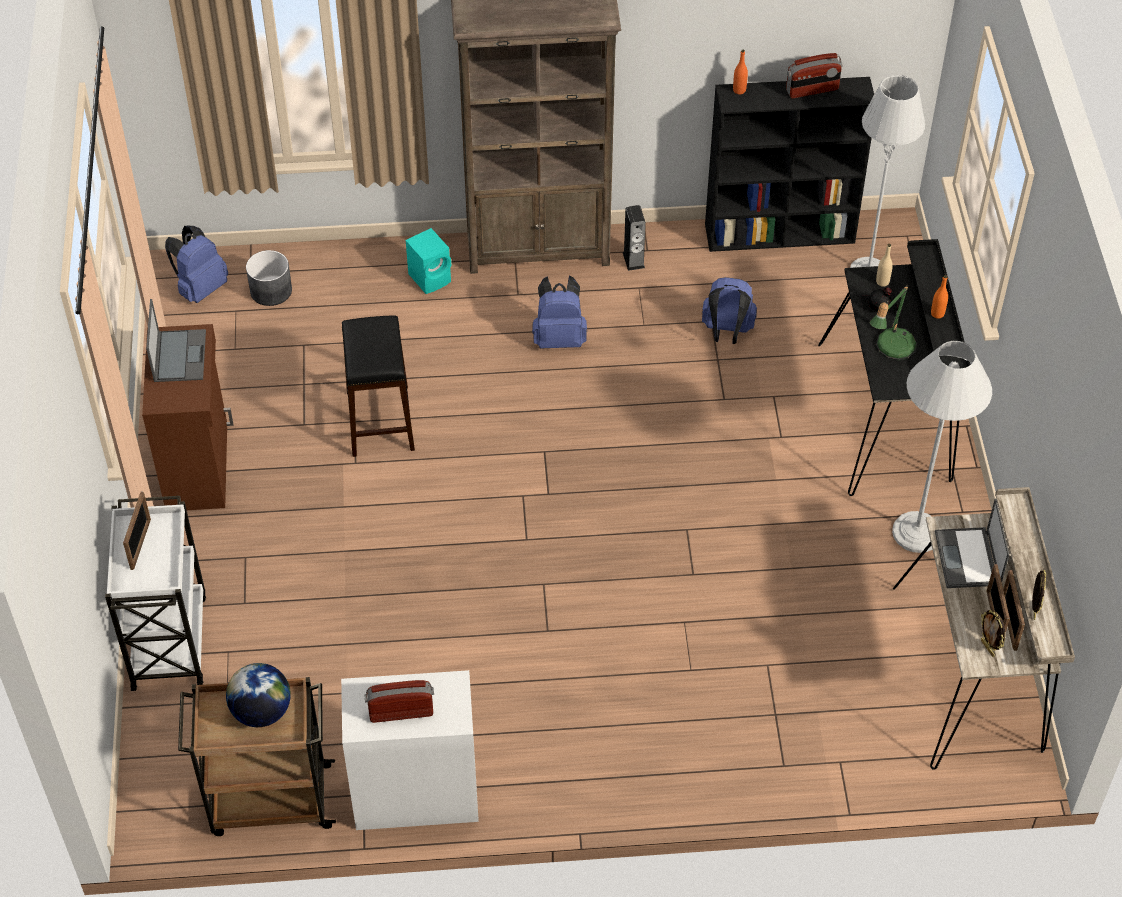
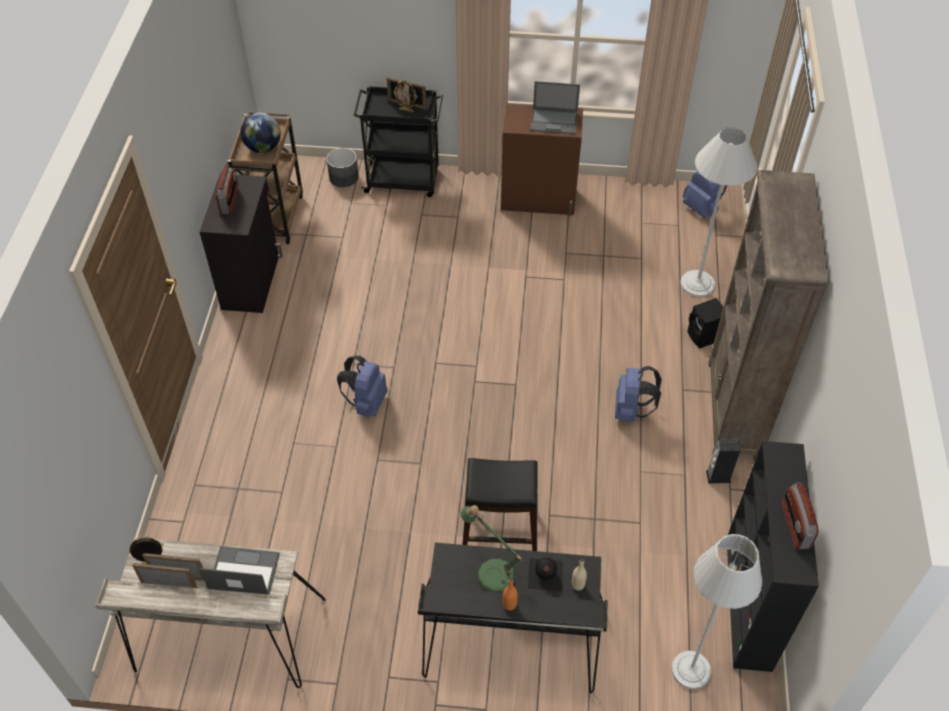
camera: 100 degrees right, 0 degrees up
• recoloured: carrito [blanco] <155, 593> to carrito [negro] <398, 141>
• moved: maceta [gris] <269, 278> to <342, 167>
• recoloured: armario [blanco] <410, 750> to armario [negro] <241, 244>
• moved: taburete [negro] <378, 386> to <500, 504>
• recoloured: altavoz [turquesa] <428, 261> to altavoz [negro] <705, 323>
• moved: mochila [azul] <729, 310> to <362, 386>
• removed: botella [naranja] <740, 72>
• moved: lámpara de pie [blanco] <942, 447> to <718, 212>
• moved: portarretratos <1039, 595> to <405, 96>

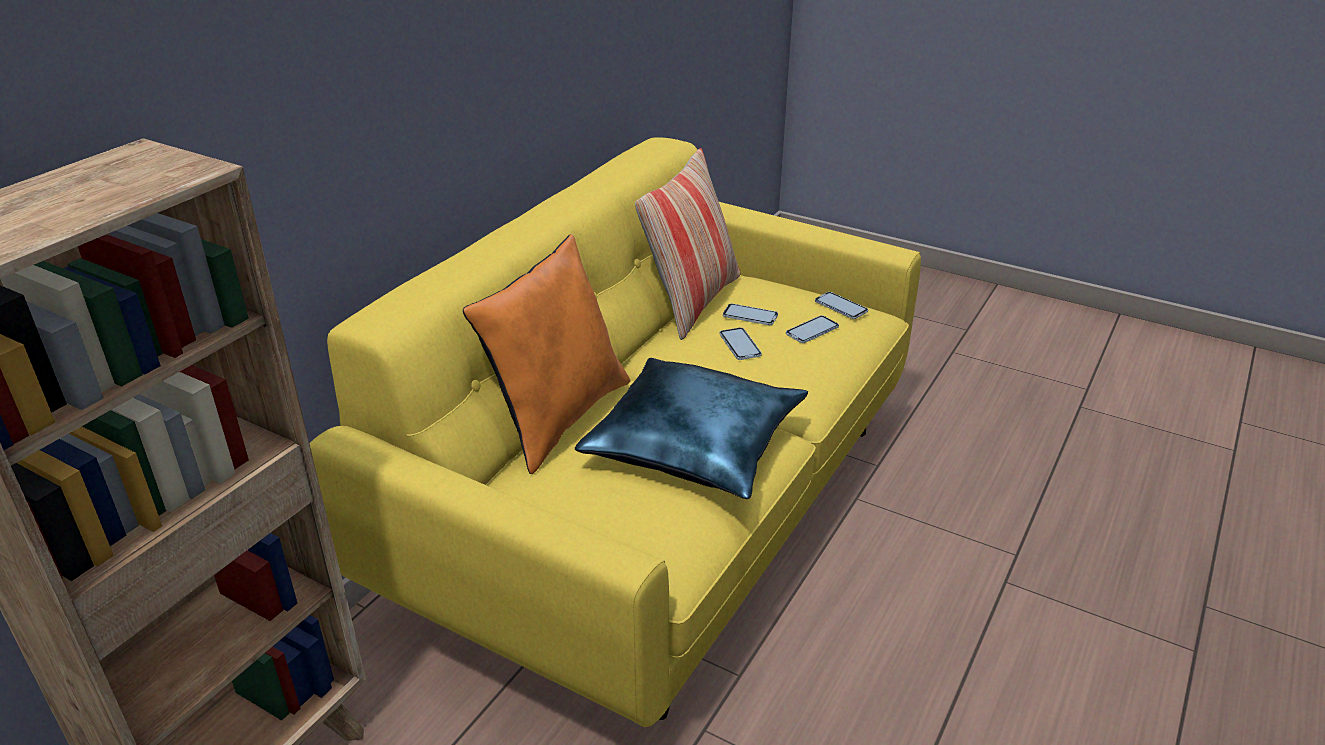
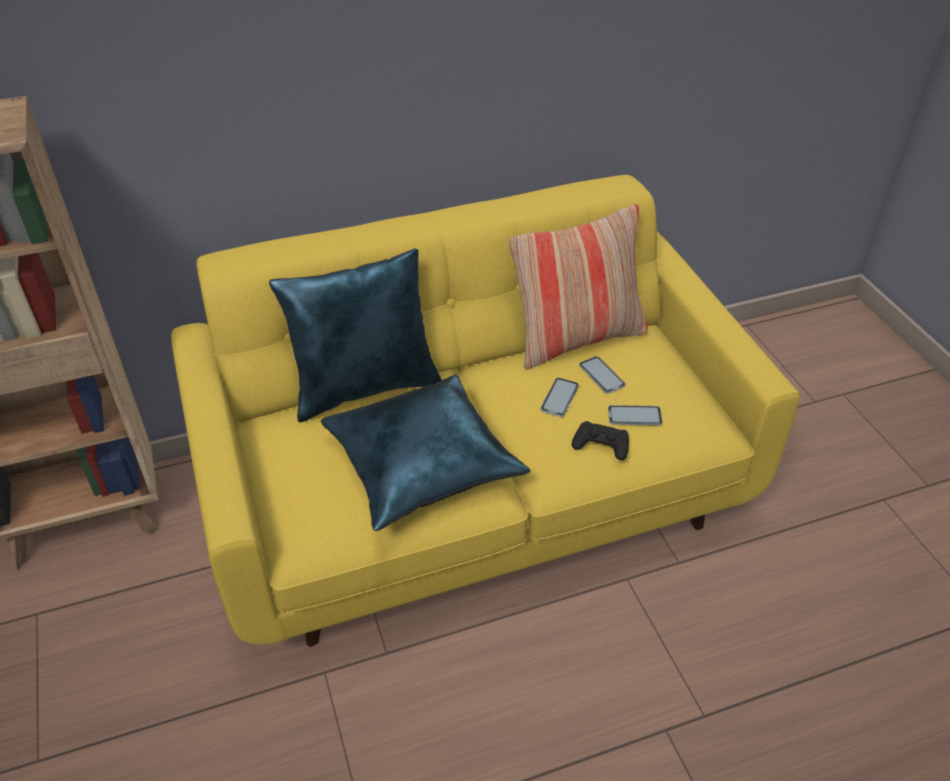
camera: 40 degrees right, 10 degrees up
• recoloured: cojín [naranja] <546, 354> to cojín [azul] <355, 335>
• removed: móvil <841, 305>
• added: mando de consola [negro] <600, 440>

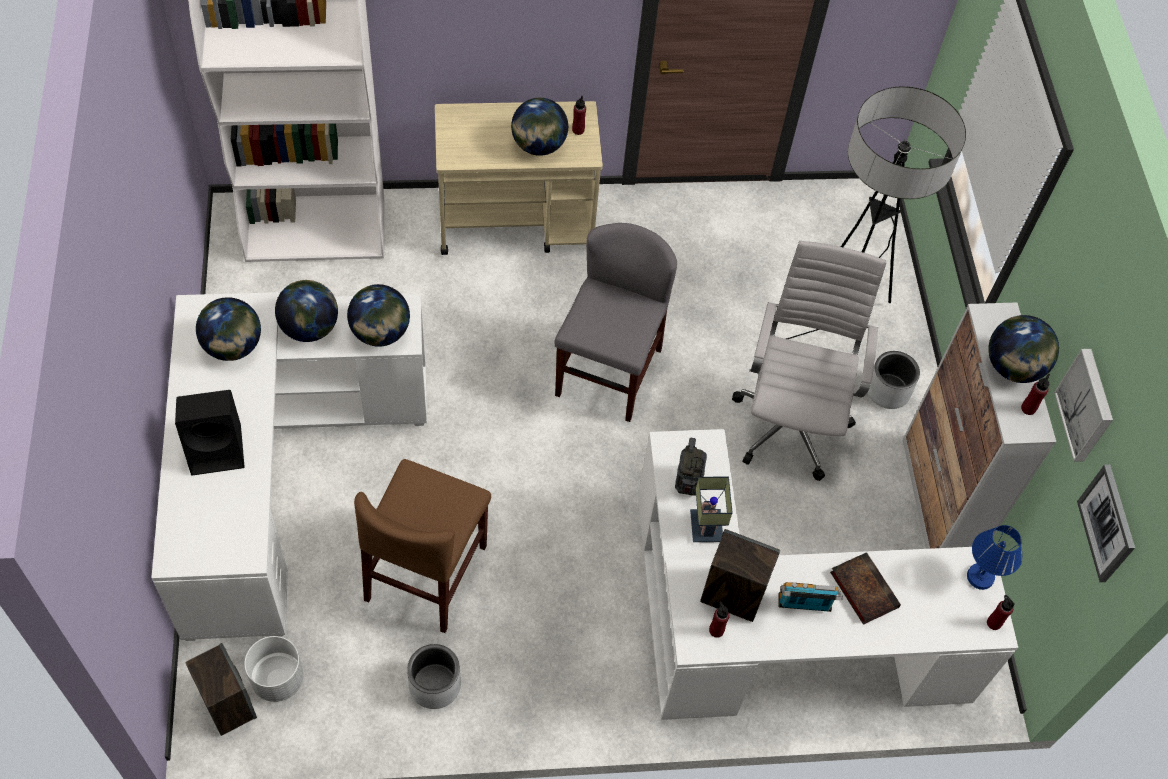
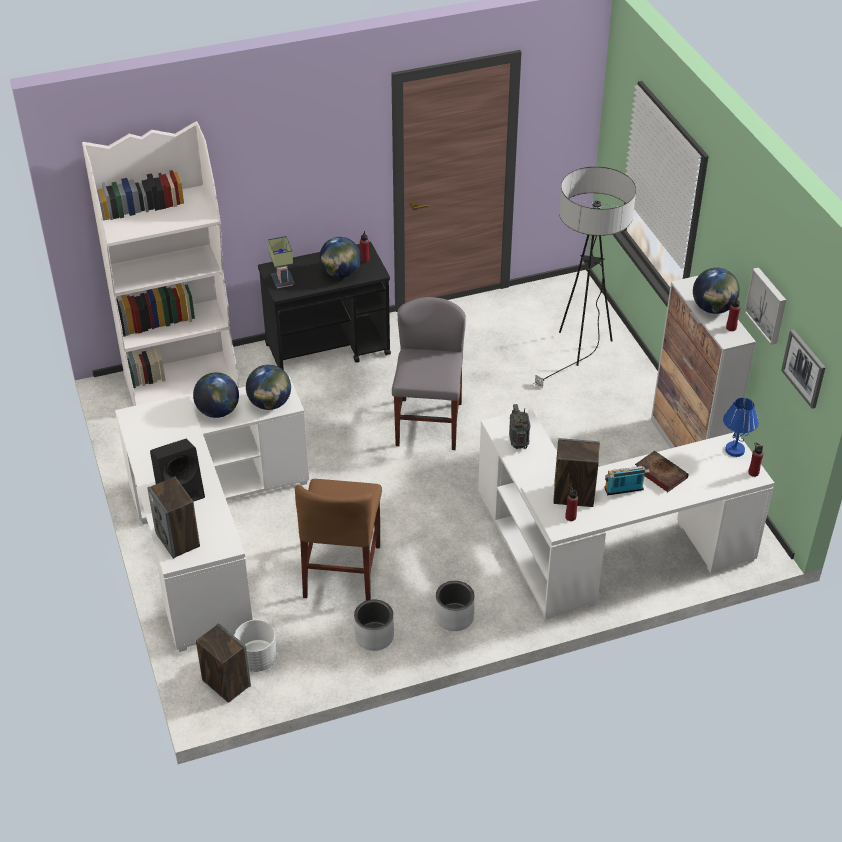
camera: 10 degrees left, 15 degrees down
• removed: globo terráqueo <228, 329>
• recoloured: carrito [beis] <519, 178> to carrito [negro] <324, 306>
• moved: lámpara de mesa <711, 509> to <281, 262>
• removed: silla de oficina [blanco] <809, 361>
• moved: maceta [gris] <893, 380> to <454, 606>
• added: altavoz <173, 518>

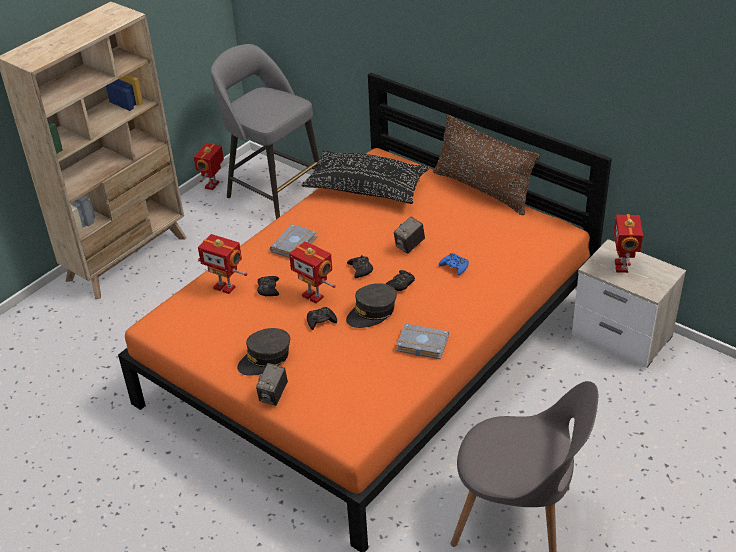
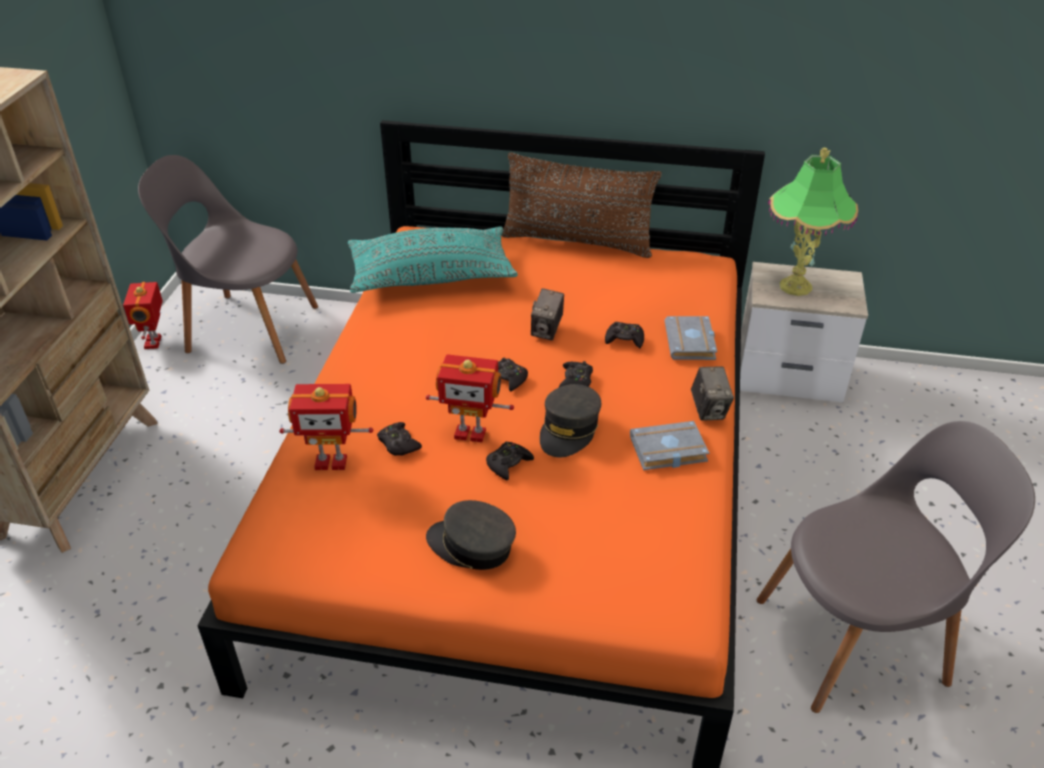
camera: 30 degrees left, 0 degrees up
• replaced: taburete [gris] <265, 131> to silla [gris] <228, 259>
• turned: gorra [gris] <263, 352> = <471, 535> 90 degrees clockwise
• moved: cámara <272, 384> to <712, 393>
• moved: libro [gris] <293, 241> to <691, 338>
• recoloured: cojín [negro] <365, 177> to cojín [turquesa] <433, 259>
• recoloured: mando de consola [azul] <454, 264> to mando de consola [negro] <624, 335>
• replaced: robot de juguete <628, 243> to lámpara de mesa <813, 222>

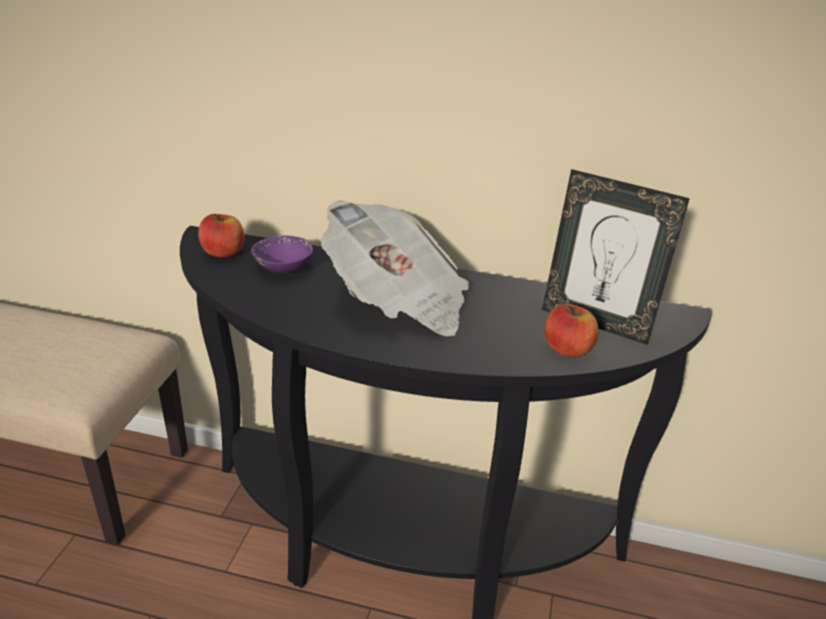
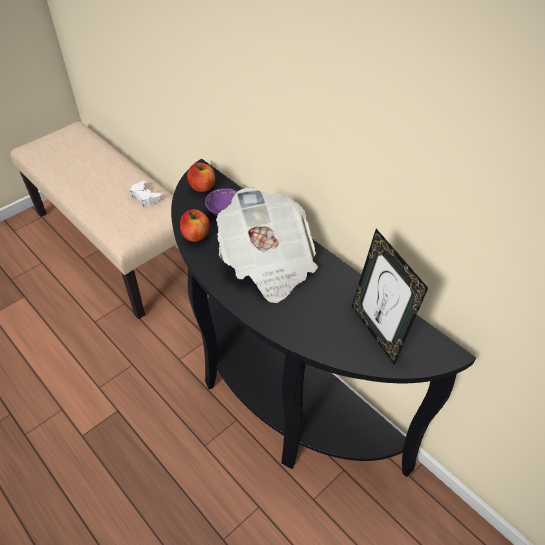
camera: 35 degrees right, 15 degrees up
• moved: manzana <571, 330> to <195, 225>
• added: mando de consola [blanco] <146, 193>

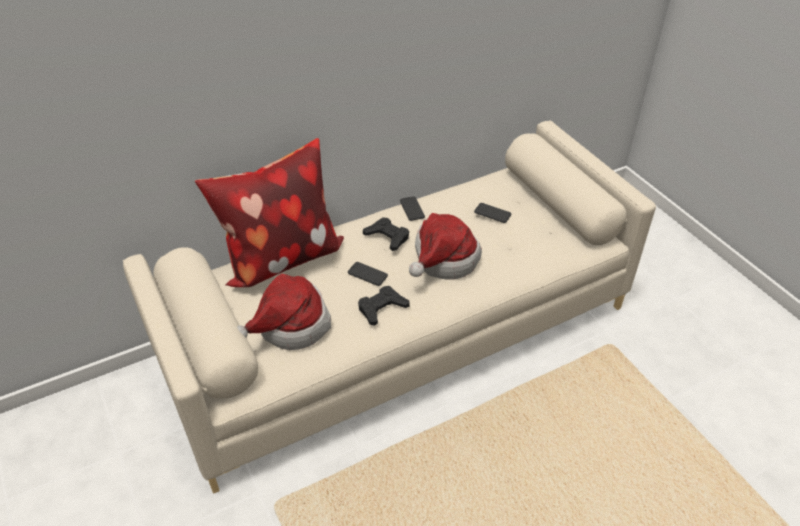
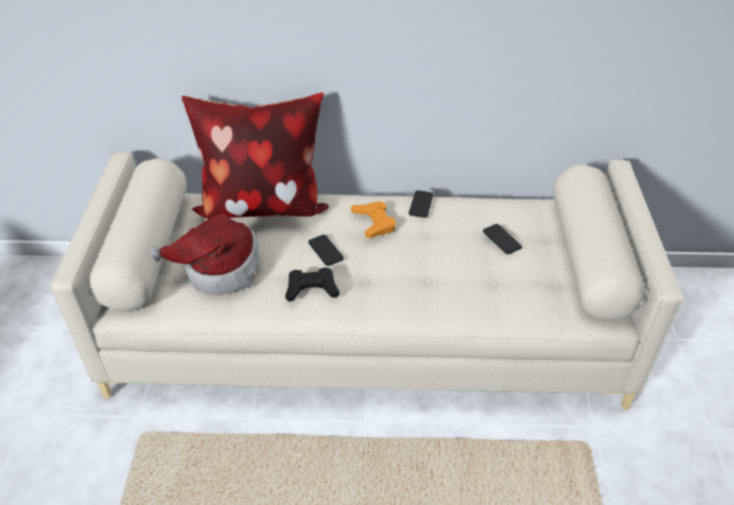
camera: 30 degrees right, 0 degrees up
• recoloured: mando de consola [negro] <386, 234> to mando de consola [naranja] <373, 219>
• removed: sombrero <445, 246>

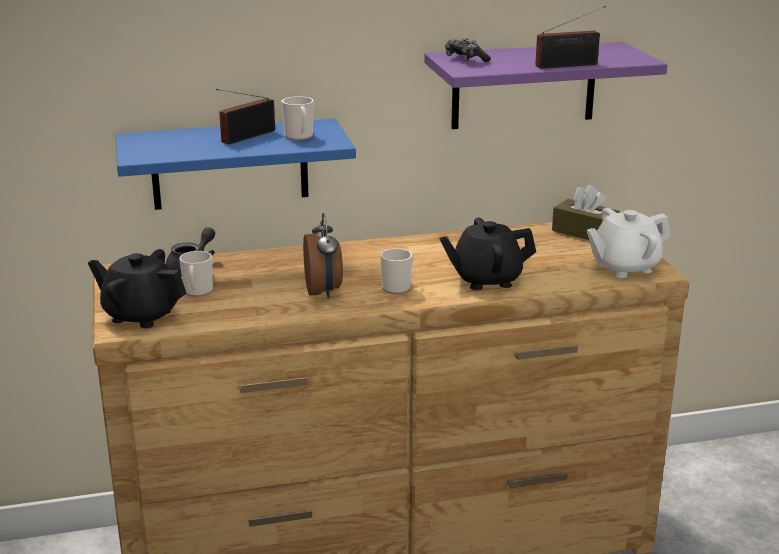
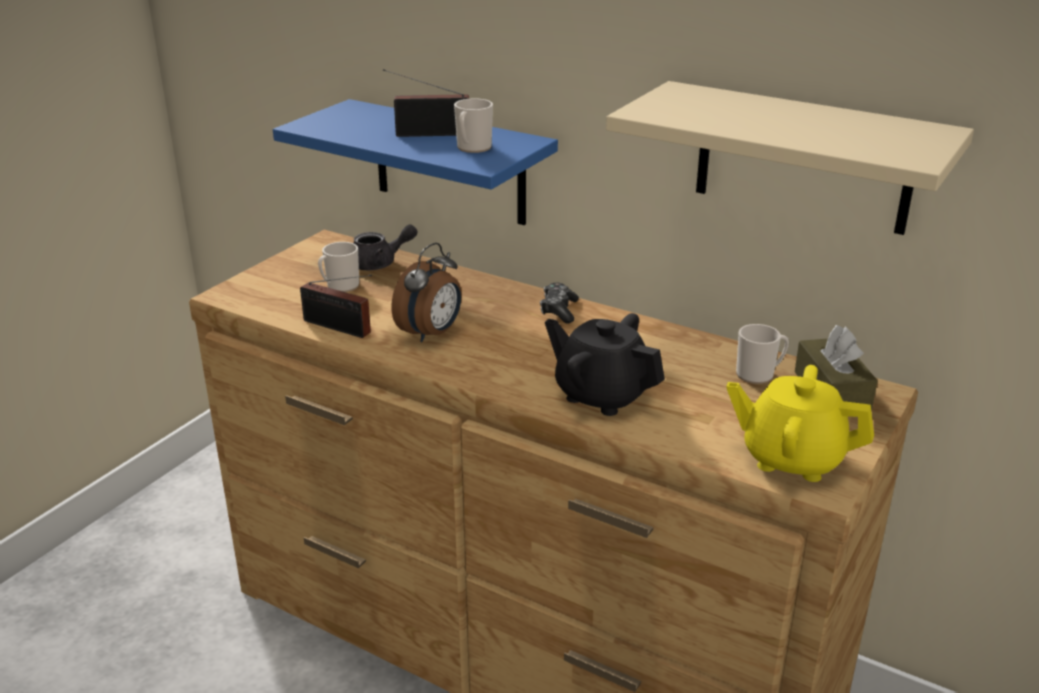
camera: 45 degrees right, 5 degrees up
• removed: tetera [negro] <137, 288>
• moved: taza grande <396, 271> to <762, 354>
• recoloured: estante [morado] <545, 85> to estante [beis] <790, 158>
• moved: mando de consola <468, 50> to <559, 303>
• moved: radio <570, 37> to <336, 306>
• recoloured: tetera [blanco] <628, 243> to tetera [amarillo] <800, 423>

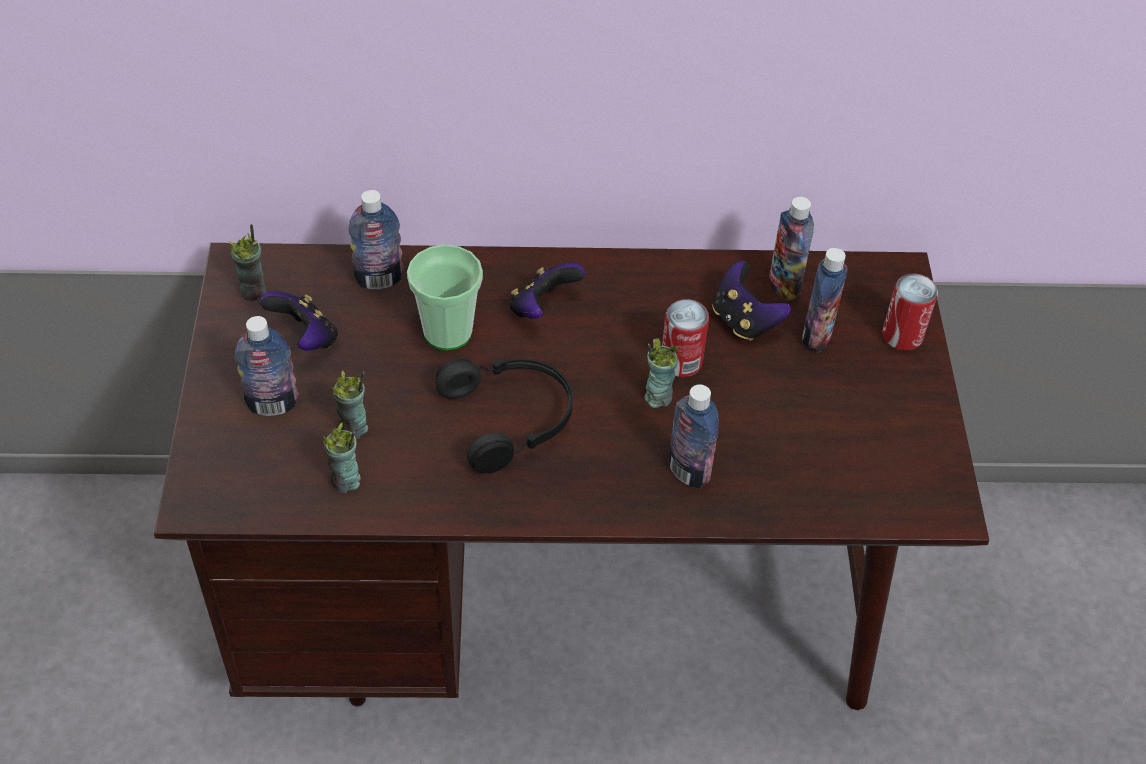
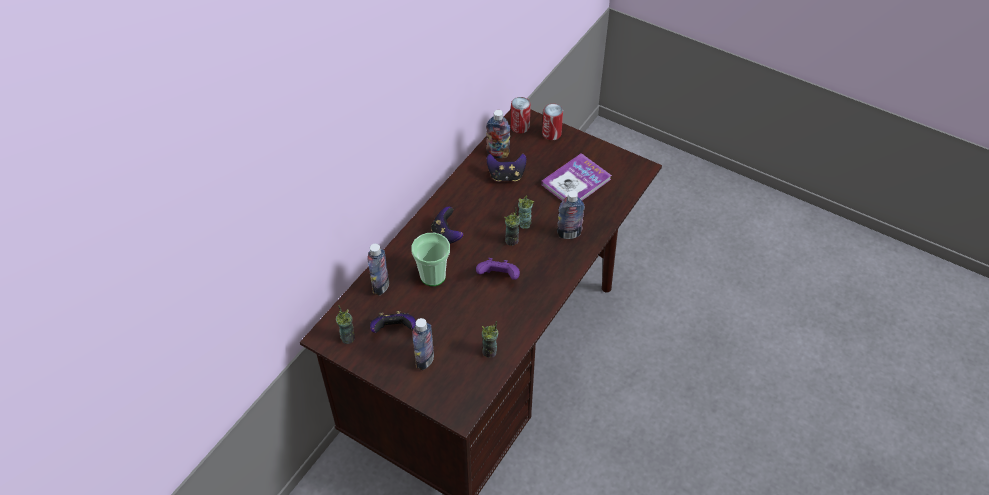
camera: 55 degrees left, 0 degrees up
• moved: taza <350, 405> to <512, 227>
• replaced: auriculares [negro] <504, 415> to mando de consola [morado] <498, 269>
• moved: lata <685, 338> to <521, 115>
• removed: botella <825, 300>
• added: libro <576, 177>

